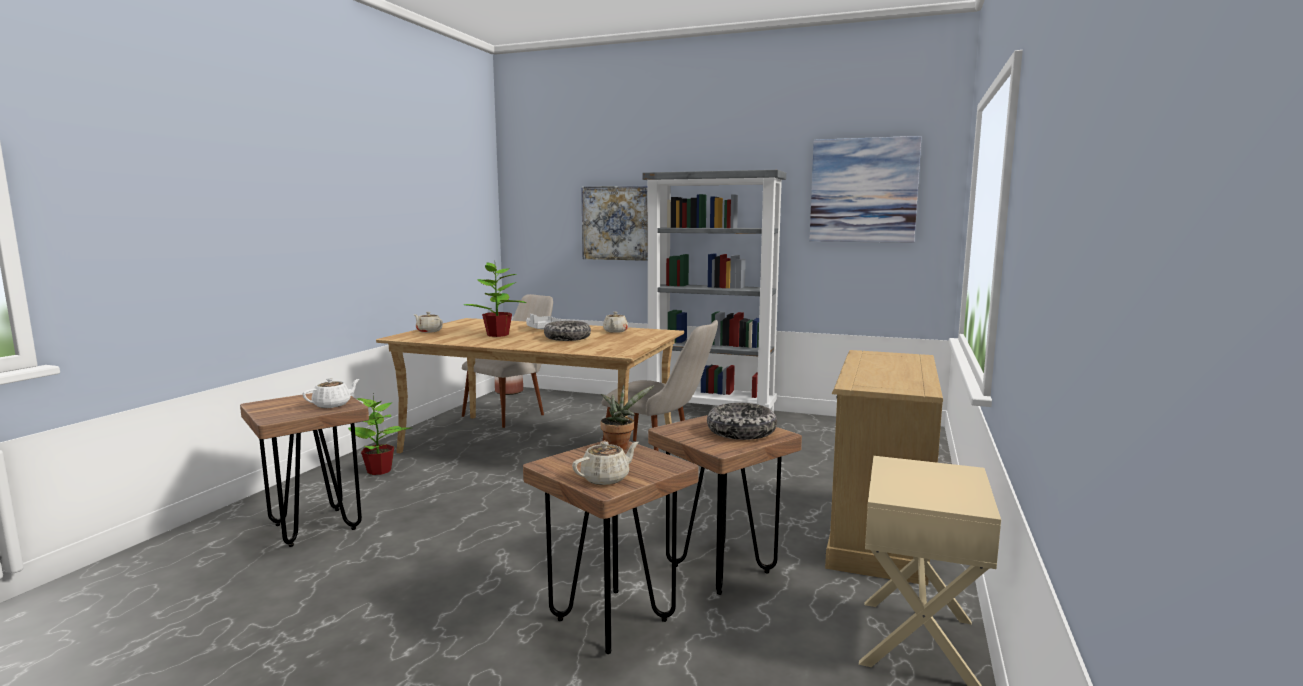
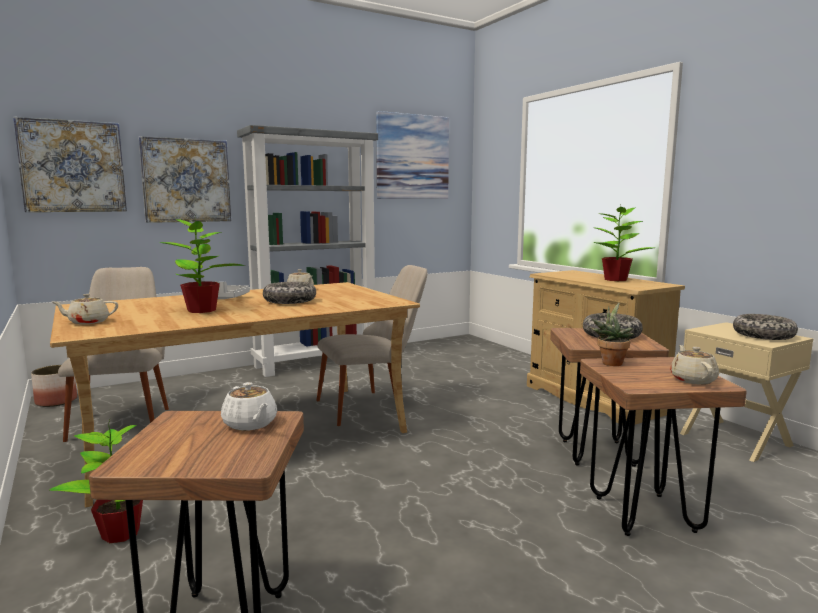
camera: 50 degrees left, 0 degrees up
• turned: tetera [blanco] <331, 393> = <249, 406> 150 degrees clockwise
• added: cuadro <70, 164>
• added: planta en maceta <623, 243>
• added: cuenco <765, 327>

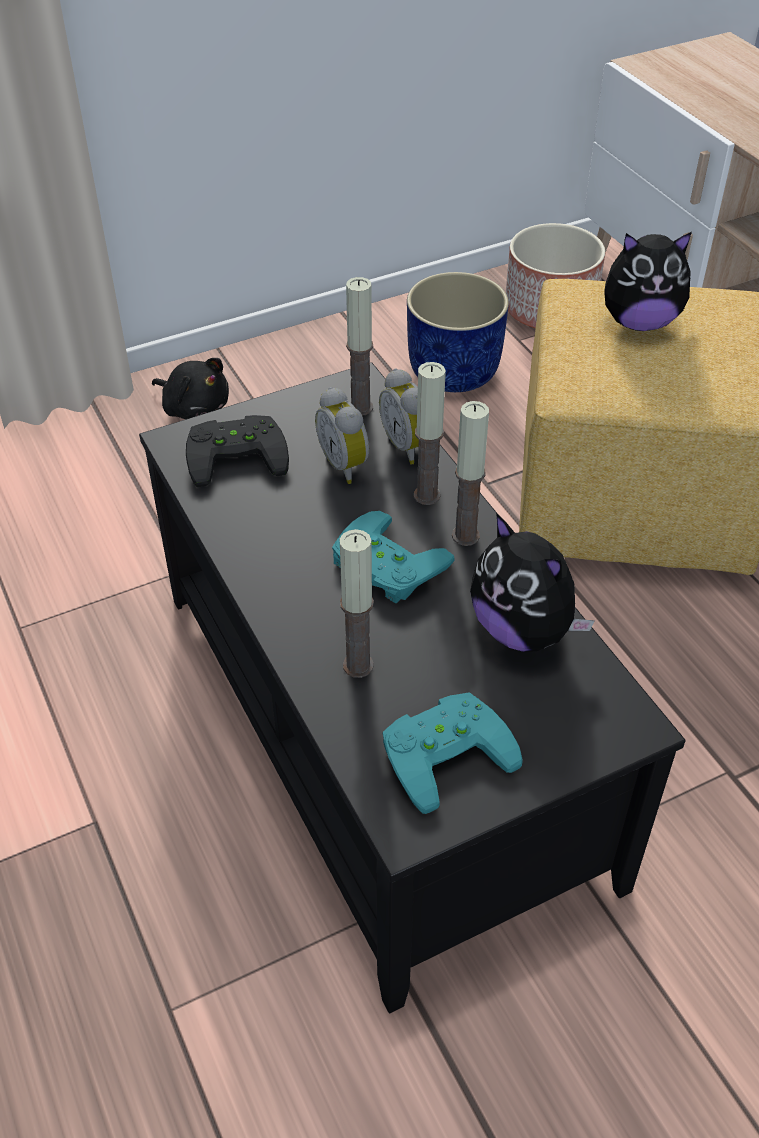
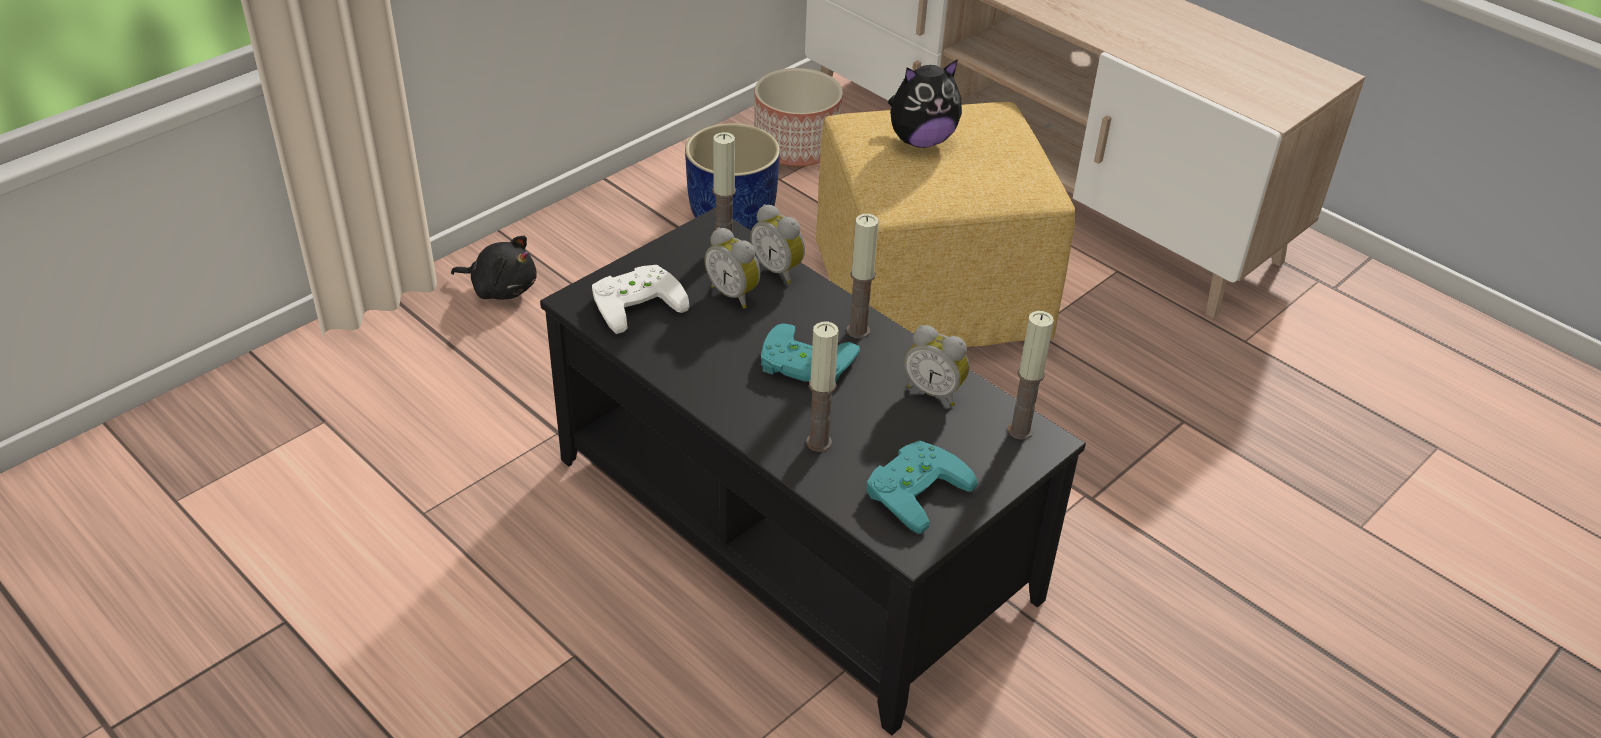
camera: 20 degrees left, 5 degrees down
• recoloured: mando de consola [negro] <237, 451> to mando de consola [blanco] <641, 299>
• moved: vela <430, 433> to <1031, 375>
• replaced: peluche <532, 582> to despertador <936, 365>

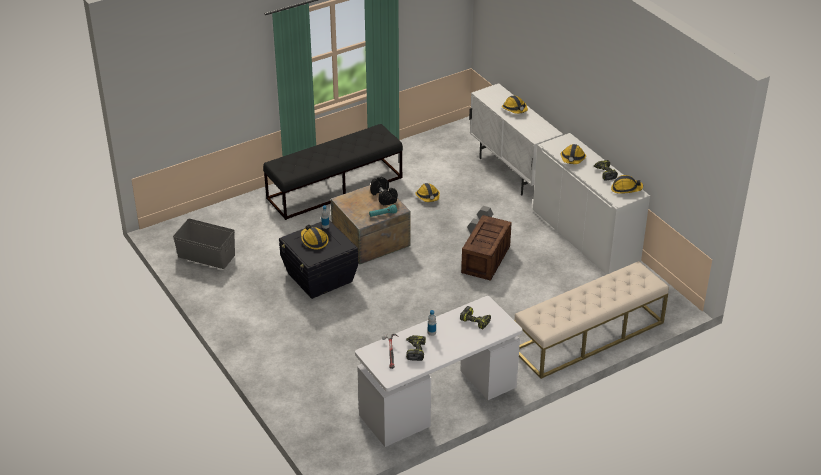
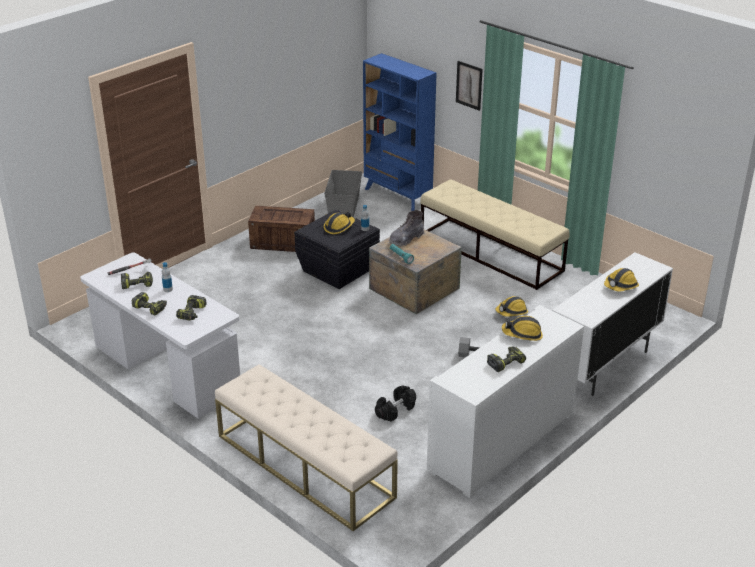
camera: 75 degrees right, 5 degrees down
• recoloured: banco [negro] <333, 172> to banco [beis] <494, 234>
• moved: mancuerna [negro] <384, 191> to <395, 403>
• moved: caja de embalaje <486, 248> to <281, 229>
• removed: casco <627, 184>
• added: taladro <149, 304>
• added: estantería [azul] <400, 132>
• added: bota [gris] <407, 228>
• added: cuadro <469, 86>

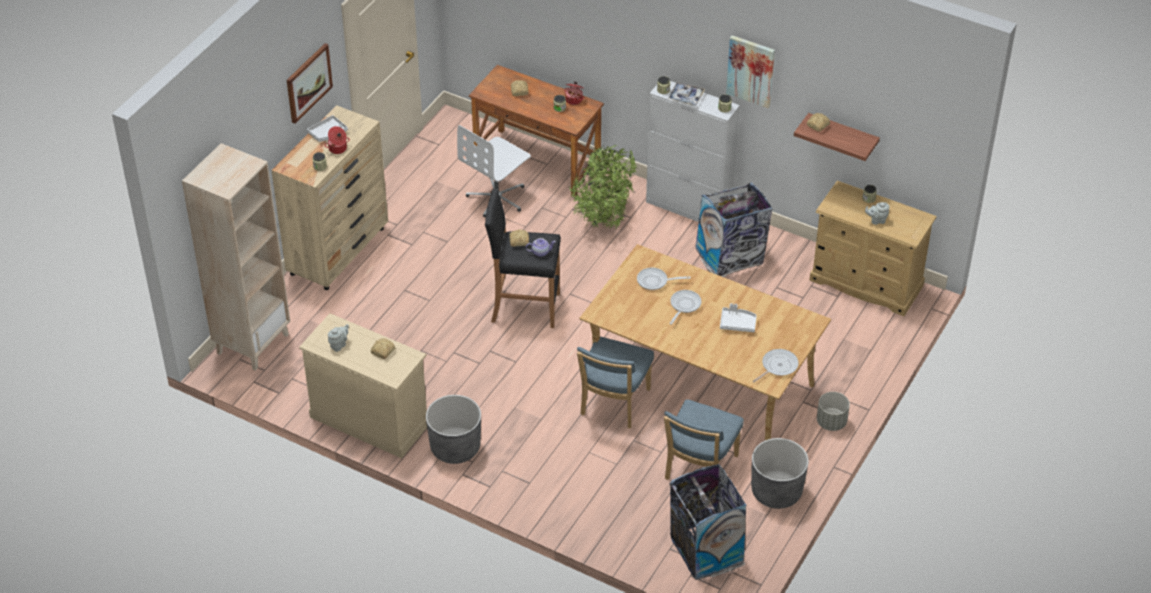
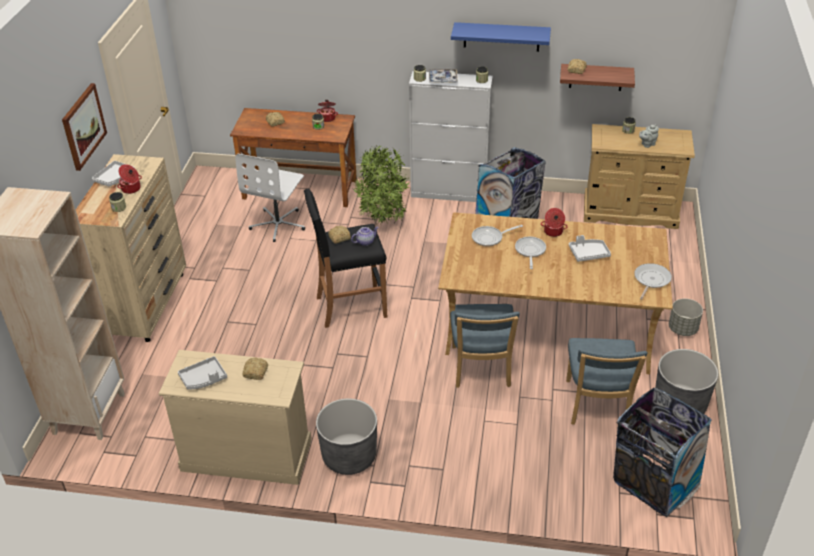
camera: 20 degrees left, 5 degrees down
• replaced: tetera [gris] <338, 338> to bandeja [gris] <202, 372>
• replaced: cuadro <750, 71> to estante [azul] <501, 37>
• added: olla <554, 222>

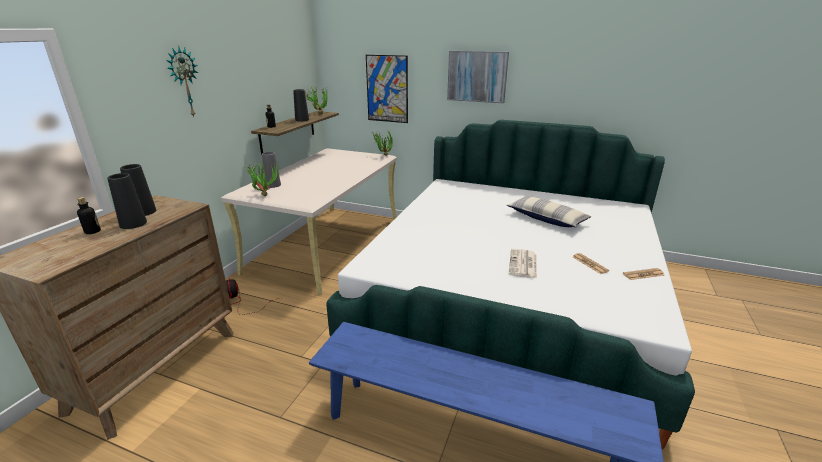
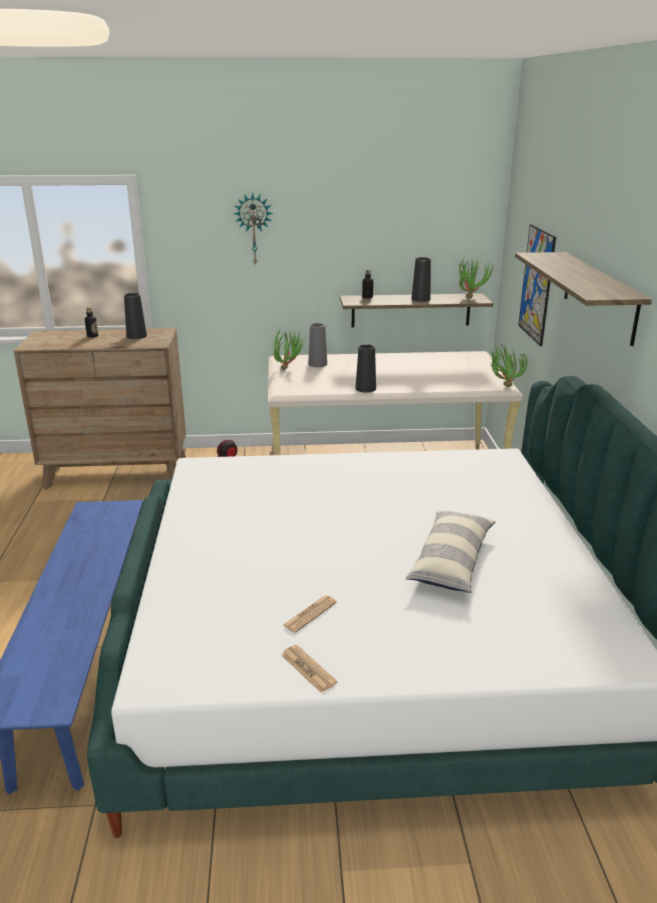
camera: 65 degrees right, 0 degrees up
• moved: florero [negro] <127, 201> to <365, 368>
• replaced: cuadro <478, 77> to estante <583, 299>
• removed: periódico <523, 264>

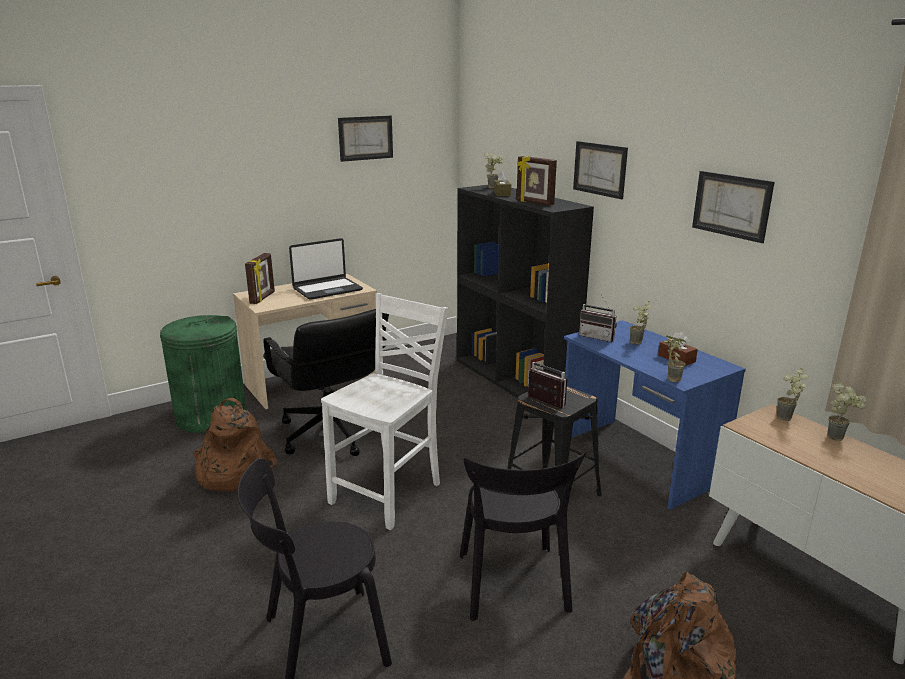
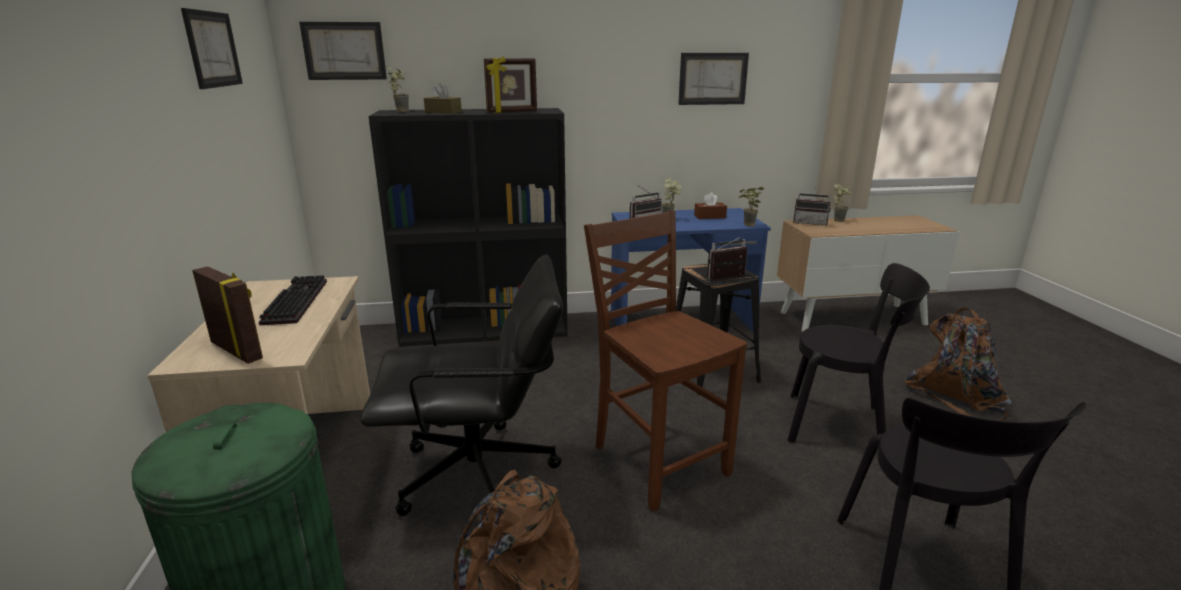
camera: 65 degrees left, 0 degrees up
• replaced: portátil <326, 269> to teclado <293, 300>
• recoloured: silla [blanco] <384, 411> to silla [marrón] <665, 361>
• moved: cuadro <600, 170> to <343, 51>
• replaced: planta en maceta <792, 394> to radio <812, 205>

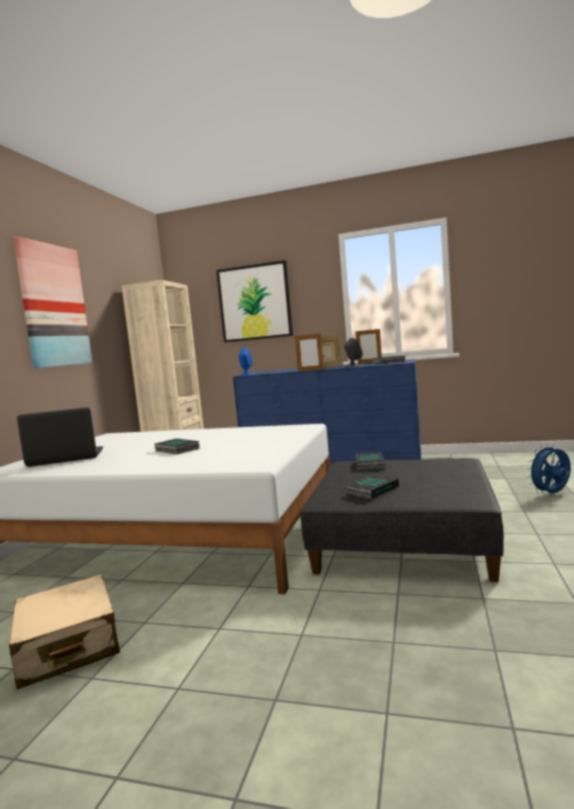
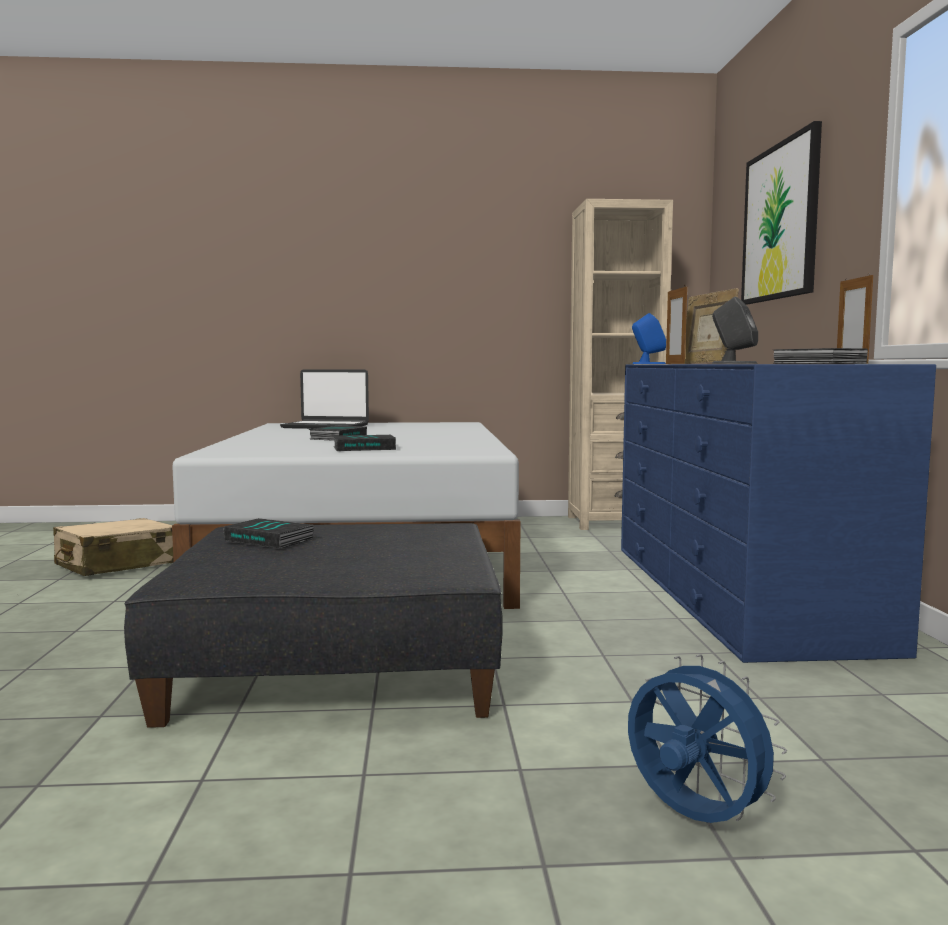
camera: 70 degrees right, 0 degrees up
• removed: cuadro <52, 302>
• turned: portátil <60, 437> = <324, 399> 135 degrees clockwise
• moved: libro <370, 461> to <364, 443>

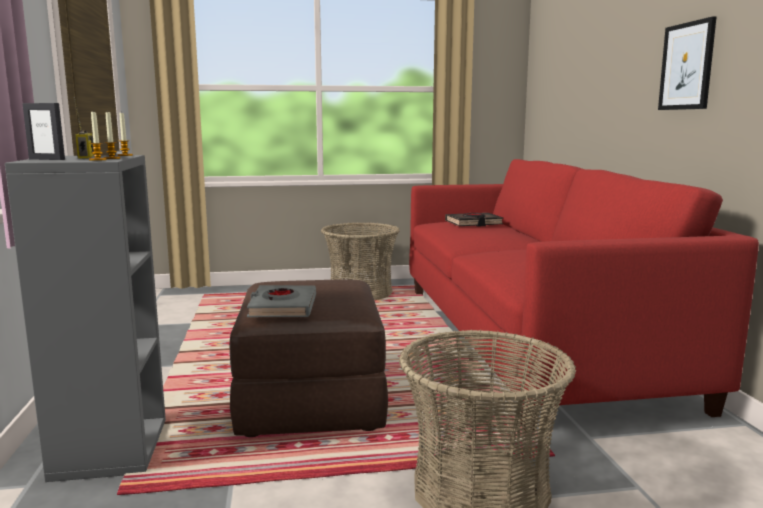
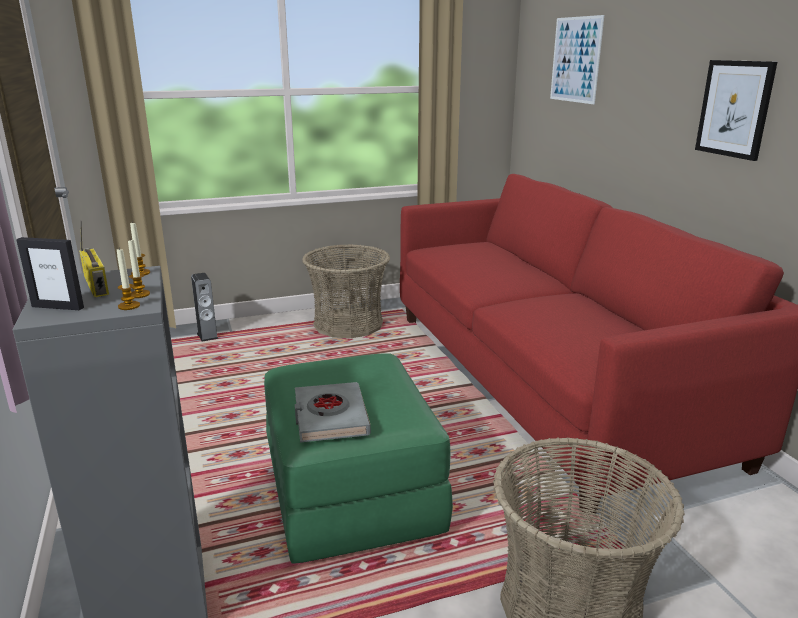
camera: 10 degrees left, 10 degrees up
• recoloured: puf [marrón] <309, 358> to puf [verde] <358, 458>
• removed: libro [negro] <474, 219>
• added: altavoz <204, 307>
• added: cuadro <577, 59>

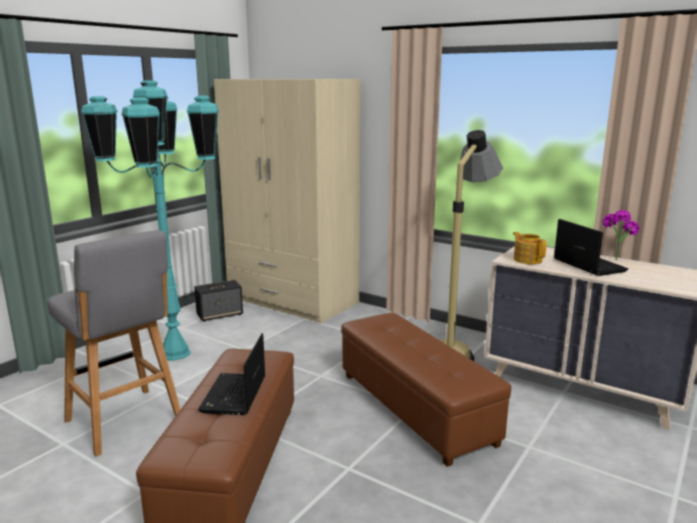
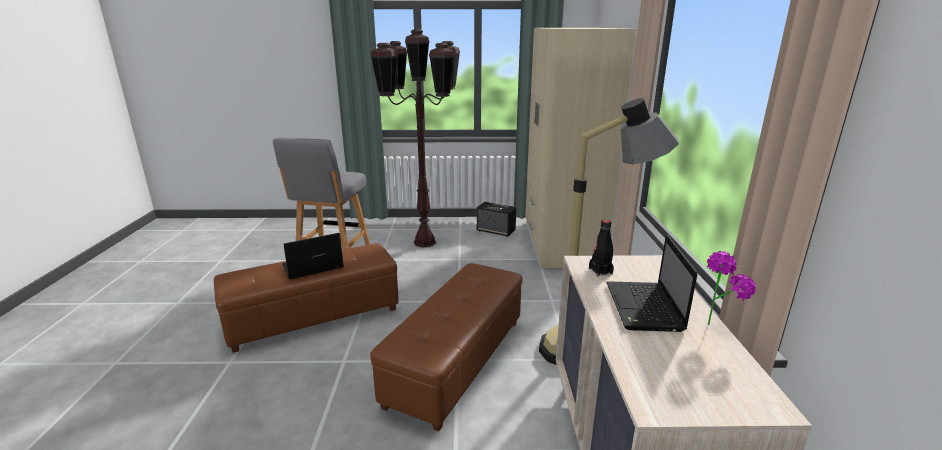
camera: 55 degrees right, 5 degrees up
• recoloured: lámpara de pie [turquesa] <150, 220> to lámpara de pie [marrón] <415, 138>
• replaced: tetera <530, 248> to botella [negro] <601, 248>
• turned: portátil <591, 247> = <652, 283> 150 degrees clockwise

